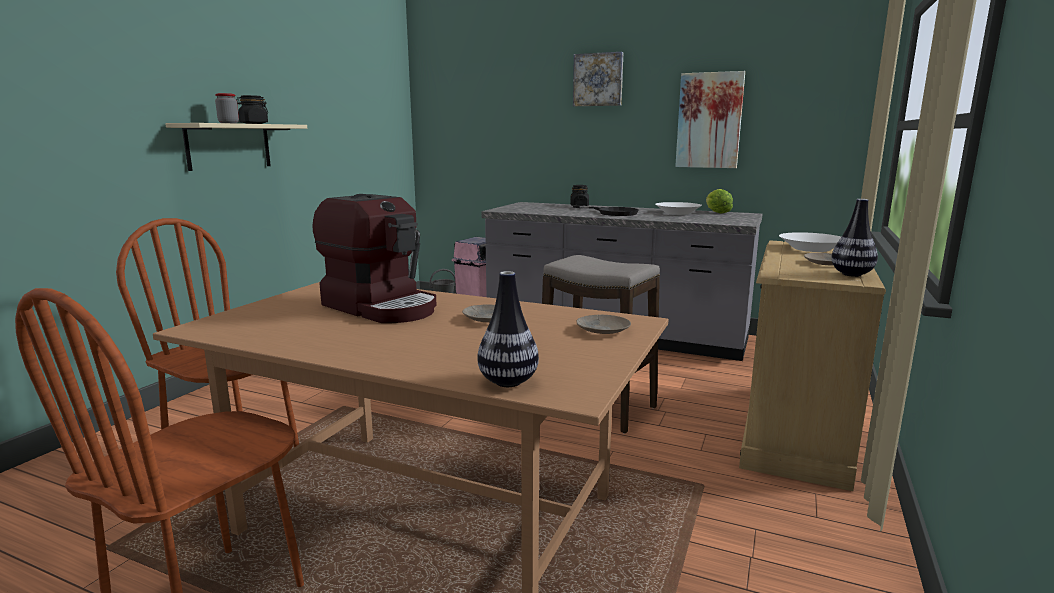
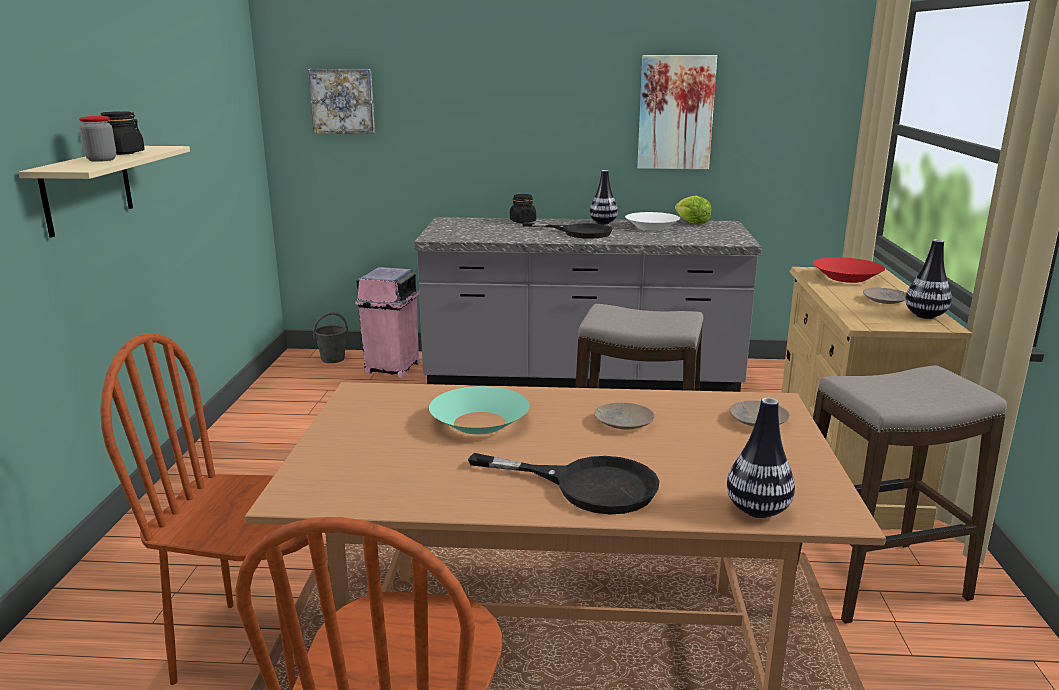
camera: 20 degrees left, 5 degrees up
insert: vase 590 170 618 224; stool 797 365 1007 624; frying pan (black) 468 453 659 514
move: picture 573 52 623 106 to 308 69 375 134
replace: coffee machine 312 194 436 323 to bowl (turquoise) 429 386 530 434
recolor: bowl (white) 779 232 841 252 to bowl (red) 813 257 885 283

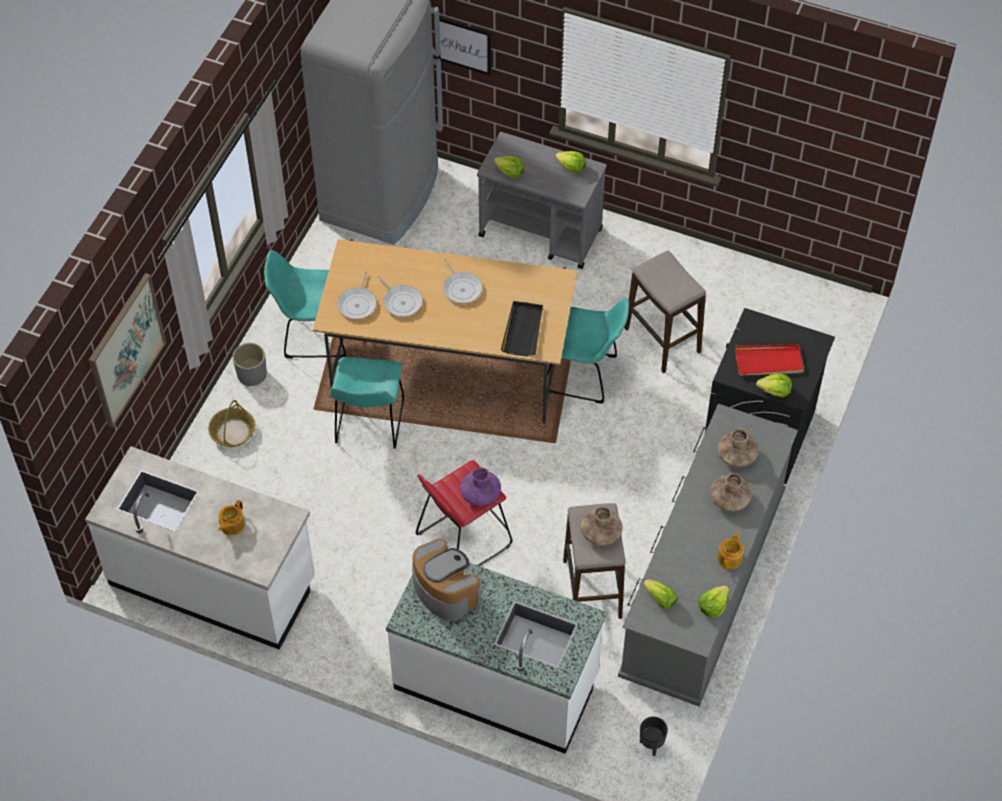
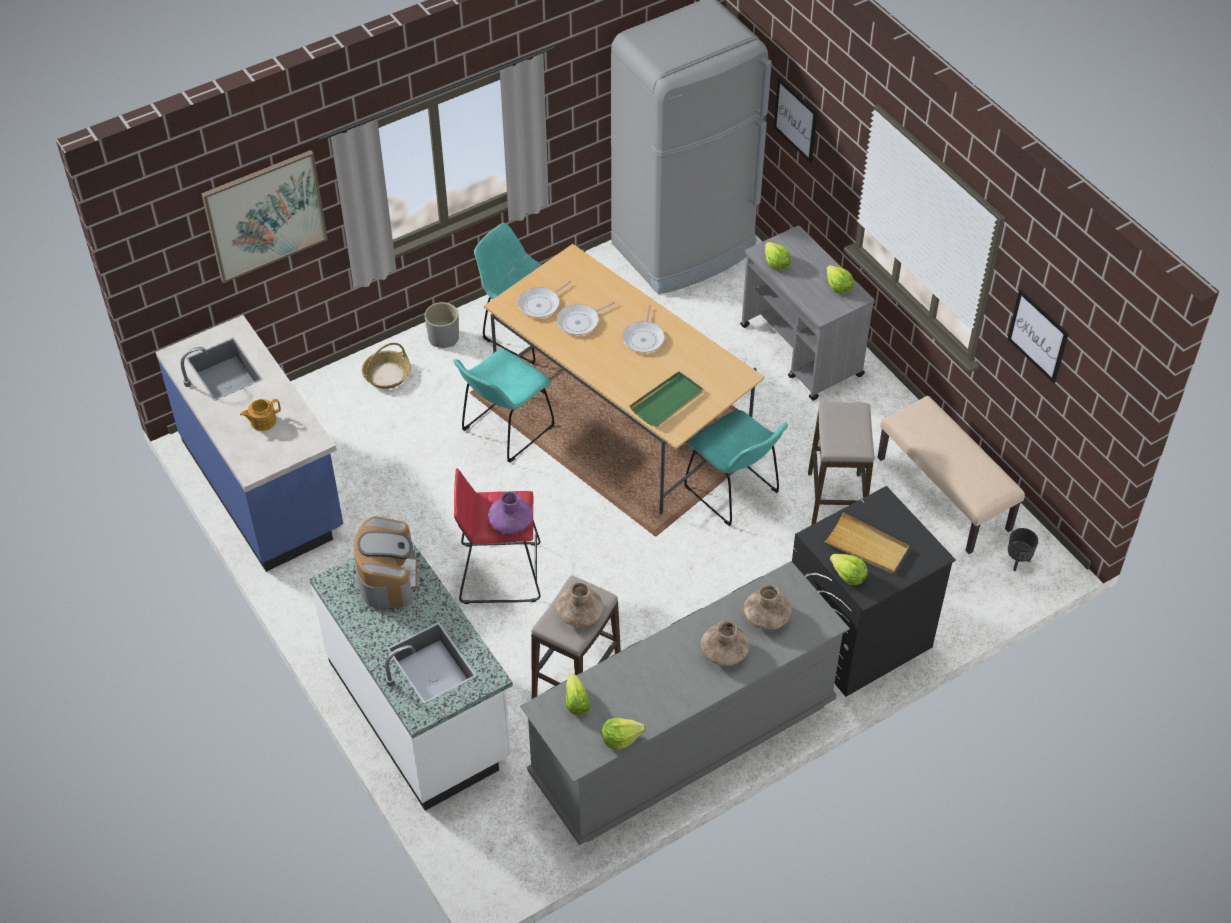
camera: 35 degrees right, 5 degrees down
delete: teapot 717 532 744 569
insert: picture 1007 289 1069 383; bench (beige) 878 396 1025 554
move: planter (black) 640 717 668 756 to 1008 528 1038 571
recolor: tray (black) 501 301 543 356 to tray (green) 629 371 703 427; tray (red) 735 344 804 376 to tray (beige) 824 513 909 574; counter (white) 85 446 315 650 to counter (blue) 156 315 343 572
rotate: frying pan 377 275 423 316 = 557 301 615 335 60 degrees clockwise

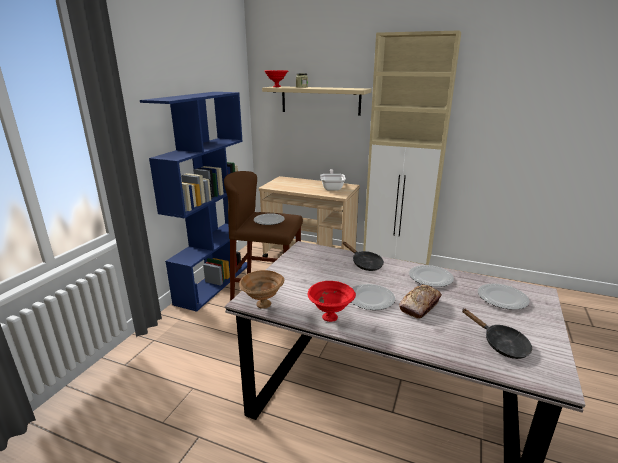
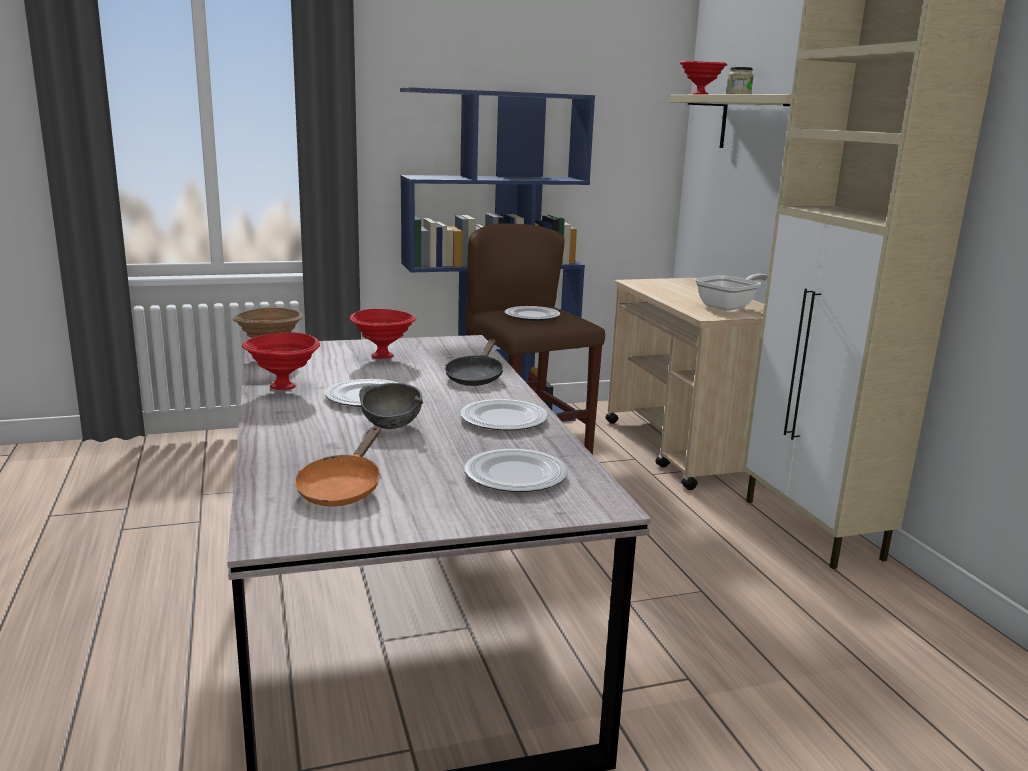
camera: 50 degrees right, 5 degrees down
insert: bowl (red) 350 309 416 359
replace: bread 399 285 442 319 to bowl (grey) 359 383 423 429
recolor: frying pan (black) 462 308 532 359 to frying pan (orange) 295 427 380 506

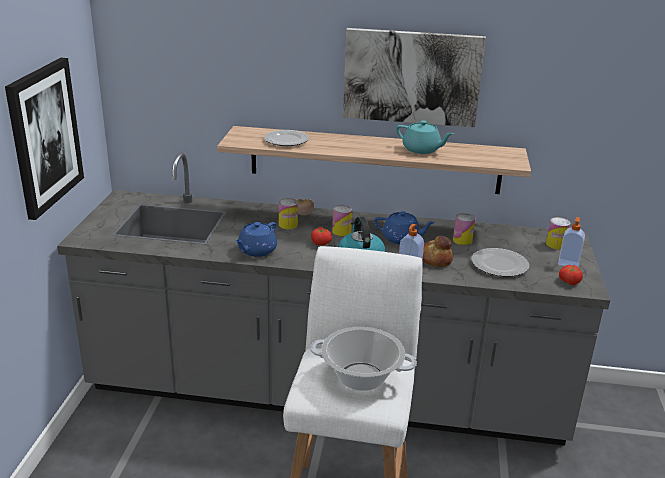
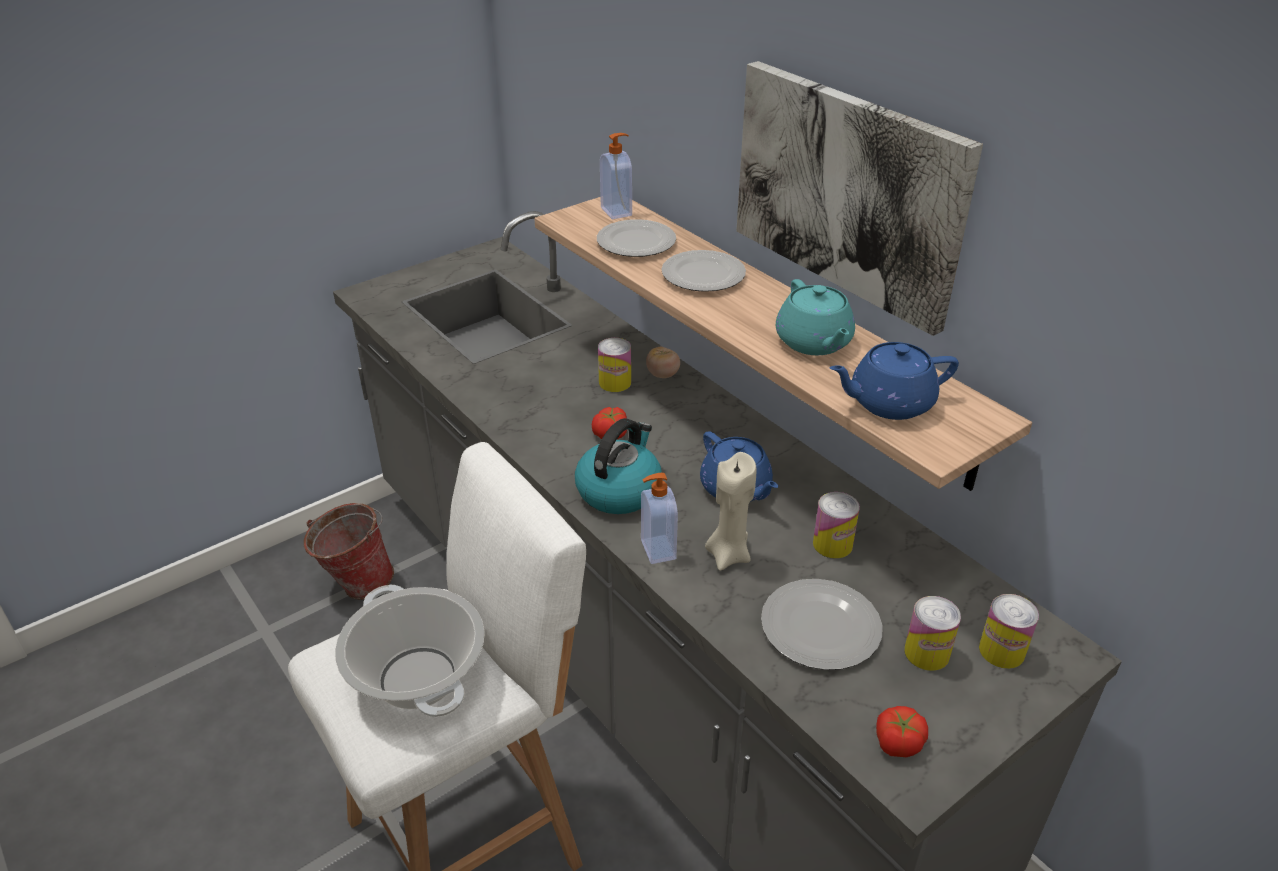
camera: 45 degrees right, 10 degrees up
delete: picture 5 58 84 220
insert: plate 661 250 746 292; bucket 304 503 394 600
move: can 332 205 352 236 to 904 596 961 671; soap dispenser 558 217 585 267 to 600 133 632 219; teapot (blue) 235 222 277 257 to 829 342 959 420
replace: bread 422 236 453 267 to candle (beige) 705 452 756 571

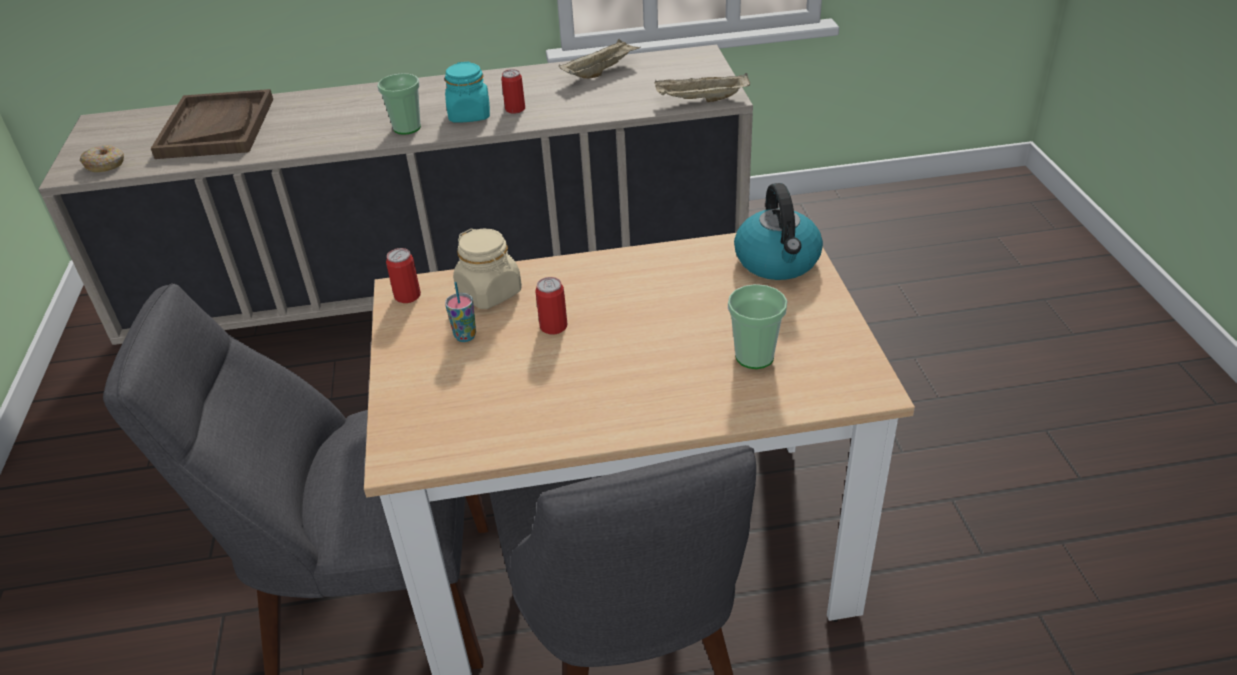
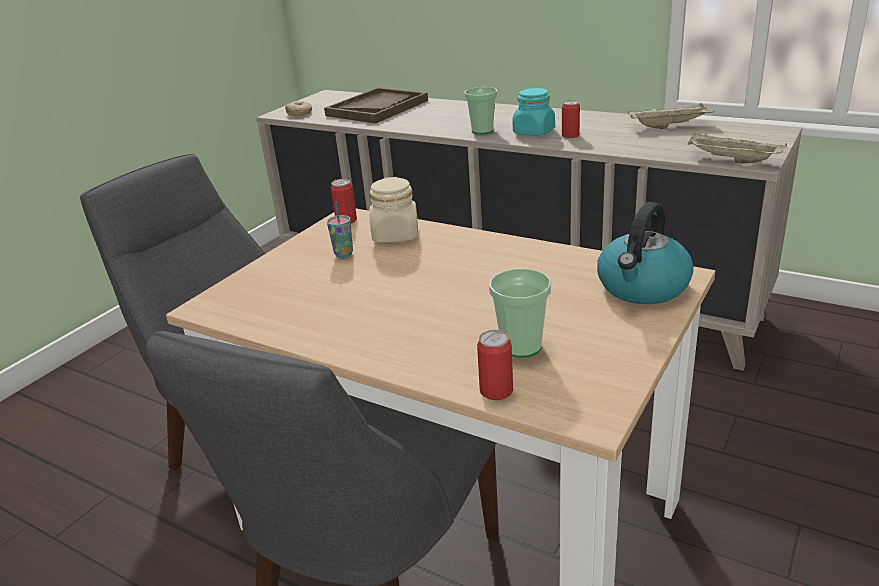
camera: 40 degrees right, 10 degrees down
move: can 535 277 567 334 to 477 330 513 400

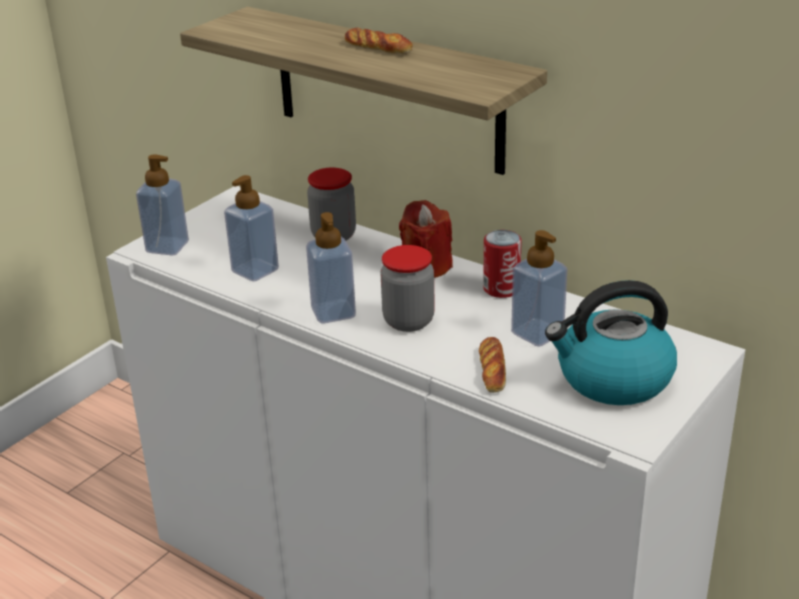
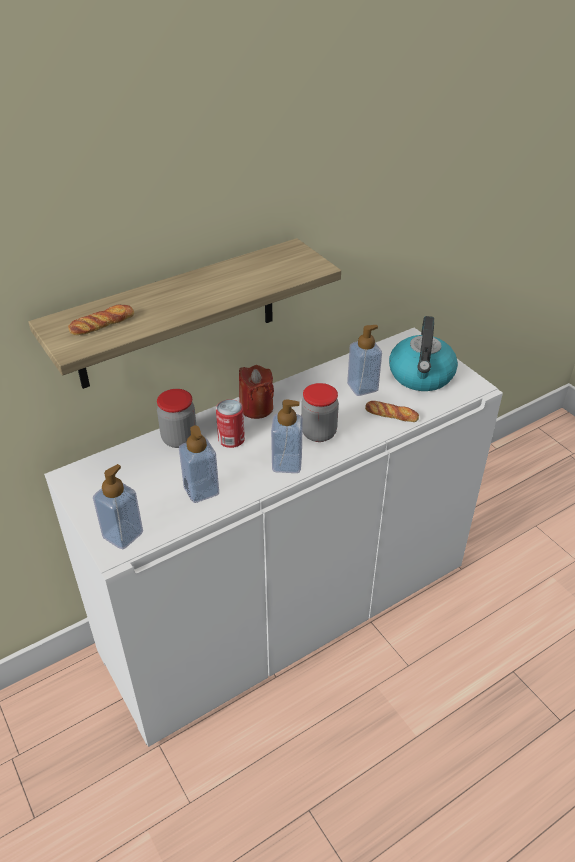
camera: 70 degrees left, 10 degrees up
move: bread 345 28 413 54 to 68 305 134 335; can 483 230 522 298 to 216 399 245 448

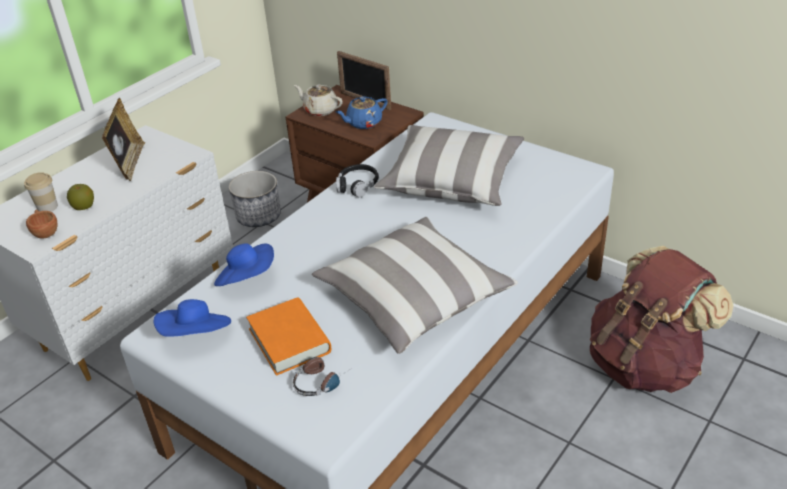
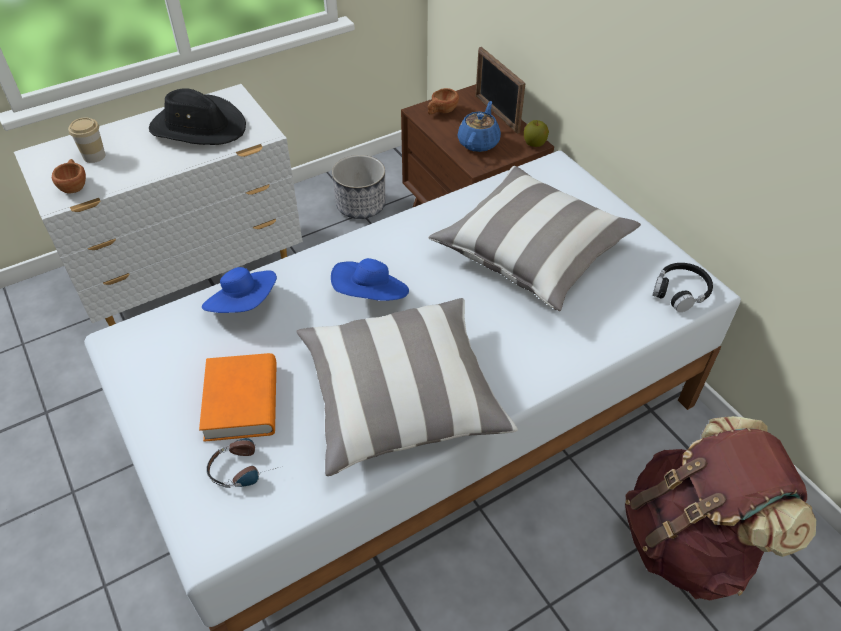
camera: 20 degrees right, 10 degrees up
move: headphones (black) 336 164 379 198 to 652 263 713 312; apple 67 184 94 210 to 524 120 549 147; hat (blue) 154 299 231 337 to 331 258 409 301
replace: teapot (beige) 294 85 343 116 to cup (brown) 428 88 459 115; picture frame 102 98 145 181 to hat (black) 149 88 246 145
rotate: teapot (blue) 336 96 388 129 = 457 101 501 152 120 degrees clockwise

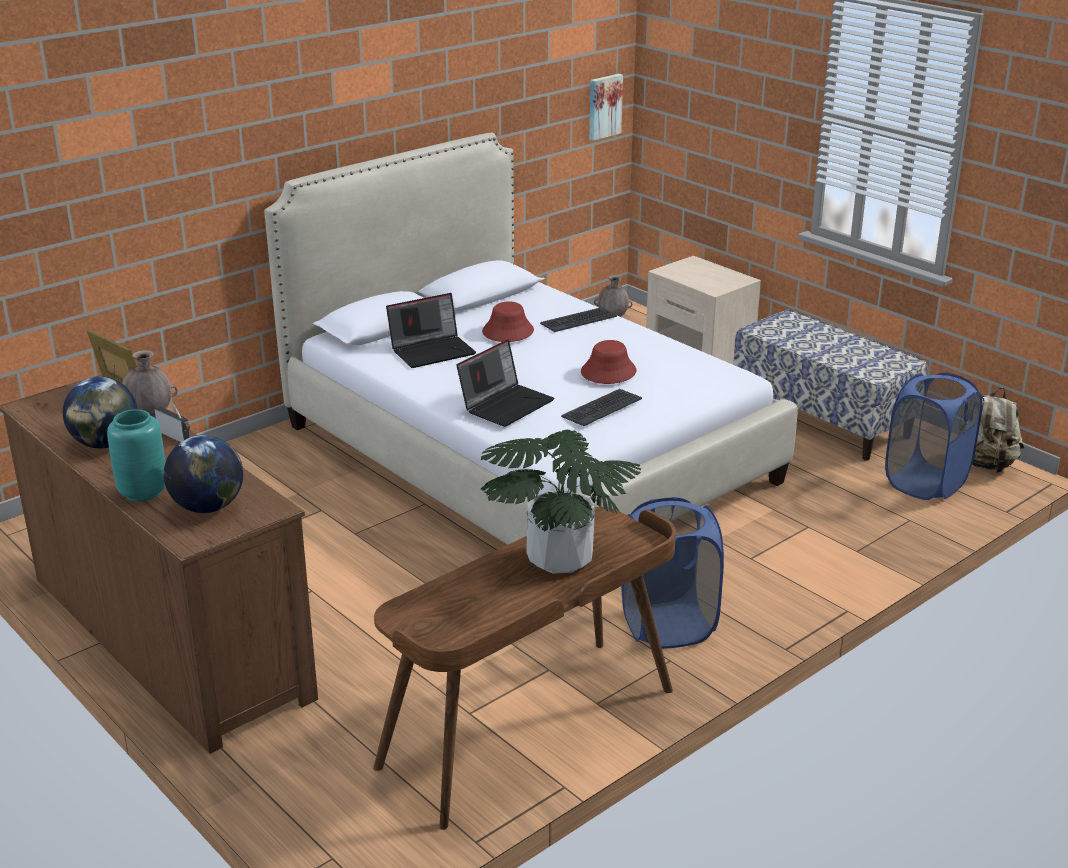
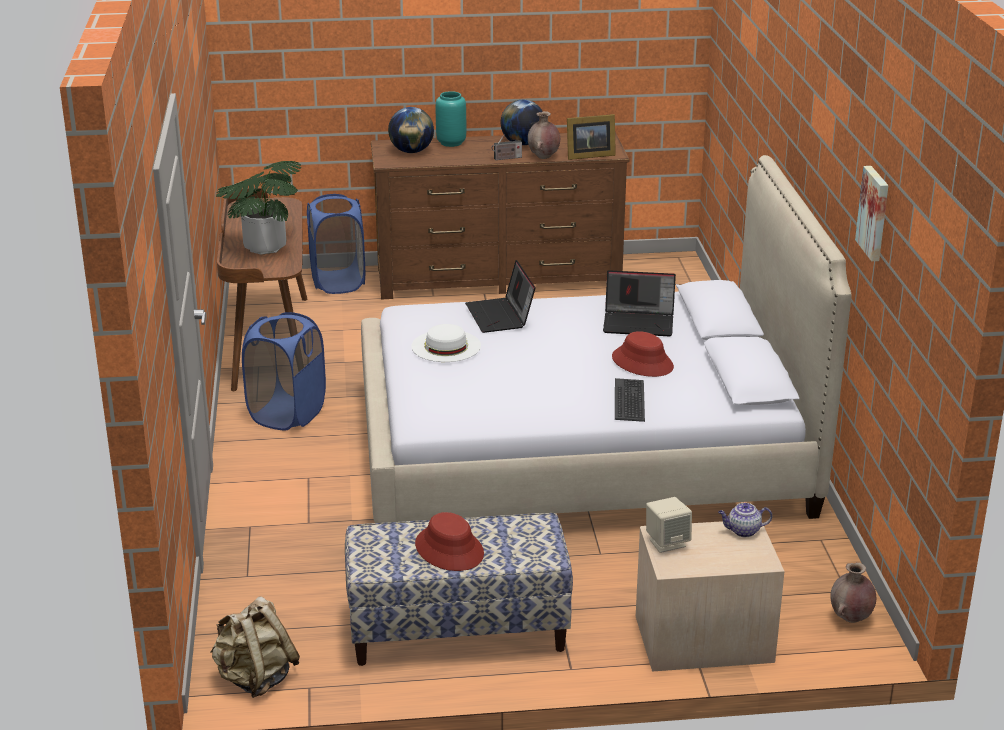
camera: 125 degrees right, 0 degrees up
insert: speaker (beige) 646 497 692 553; teapot 718 503 772 537
move: picture 589 74 623 141 to 855 166 889 261; hat (red) 581 340 636 384 to 415 512 484 571; laundry basket (blue) 885 373 982 500 to 307 194 365 294
replace: keyboard 561 389 642 426 to hat (white) 411 324 481 362
rotate: laptop 386 293 476 368 = 603 270 676 336 90 degrees counterclockwise

